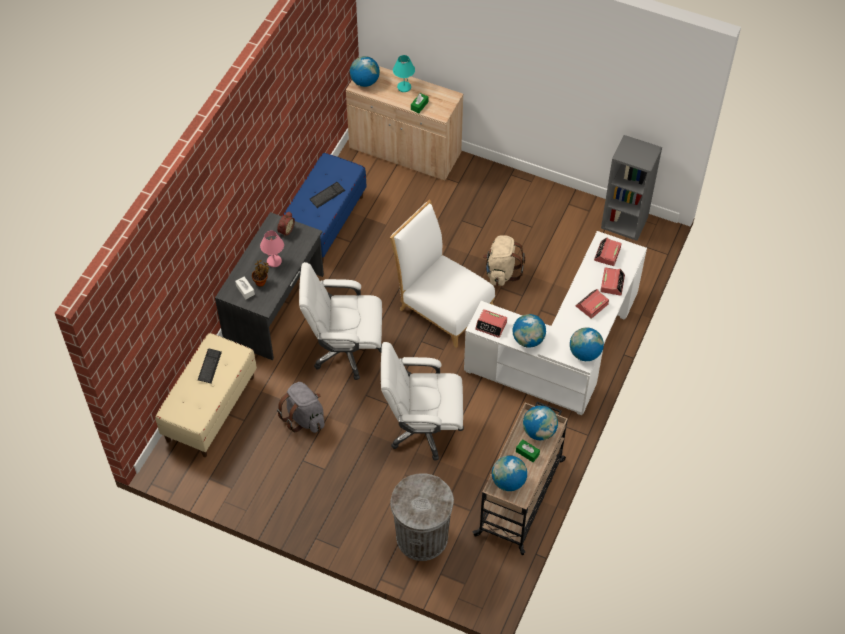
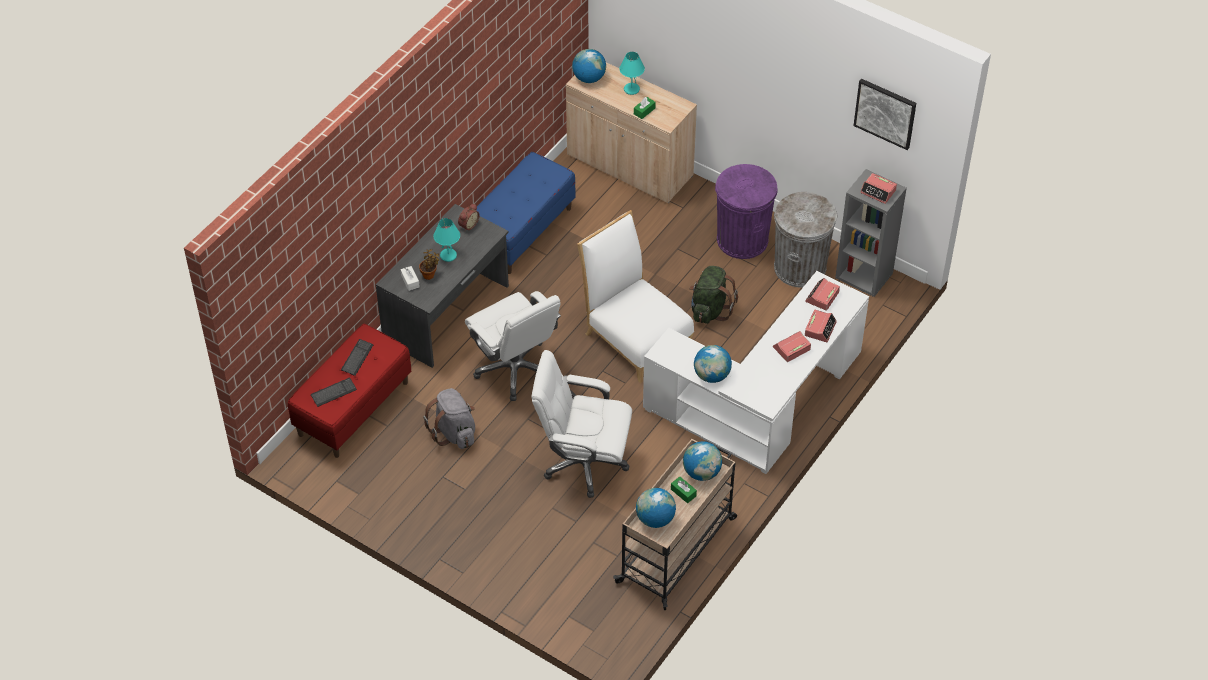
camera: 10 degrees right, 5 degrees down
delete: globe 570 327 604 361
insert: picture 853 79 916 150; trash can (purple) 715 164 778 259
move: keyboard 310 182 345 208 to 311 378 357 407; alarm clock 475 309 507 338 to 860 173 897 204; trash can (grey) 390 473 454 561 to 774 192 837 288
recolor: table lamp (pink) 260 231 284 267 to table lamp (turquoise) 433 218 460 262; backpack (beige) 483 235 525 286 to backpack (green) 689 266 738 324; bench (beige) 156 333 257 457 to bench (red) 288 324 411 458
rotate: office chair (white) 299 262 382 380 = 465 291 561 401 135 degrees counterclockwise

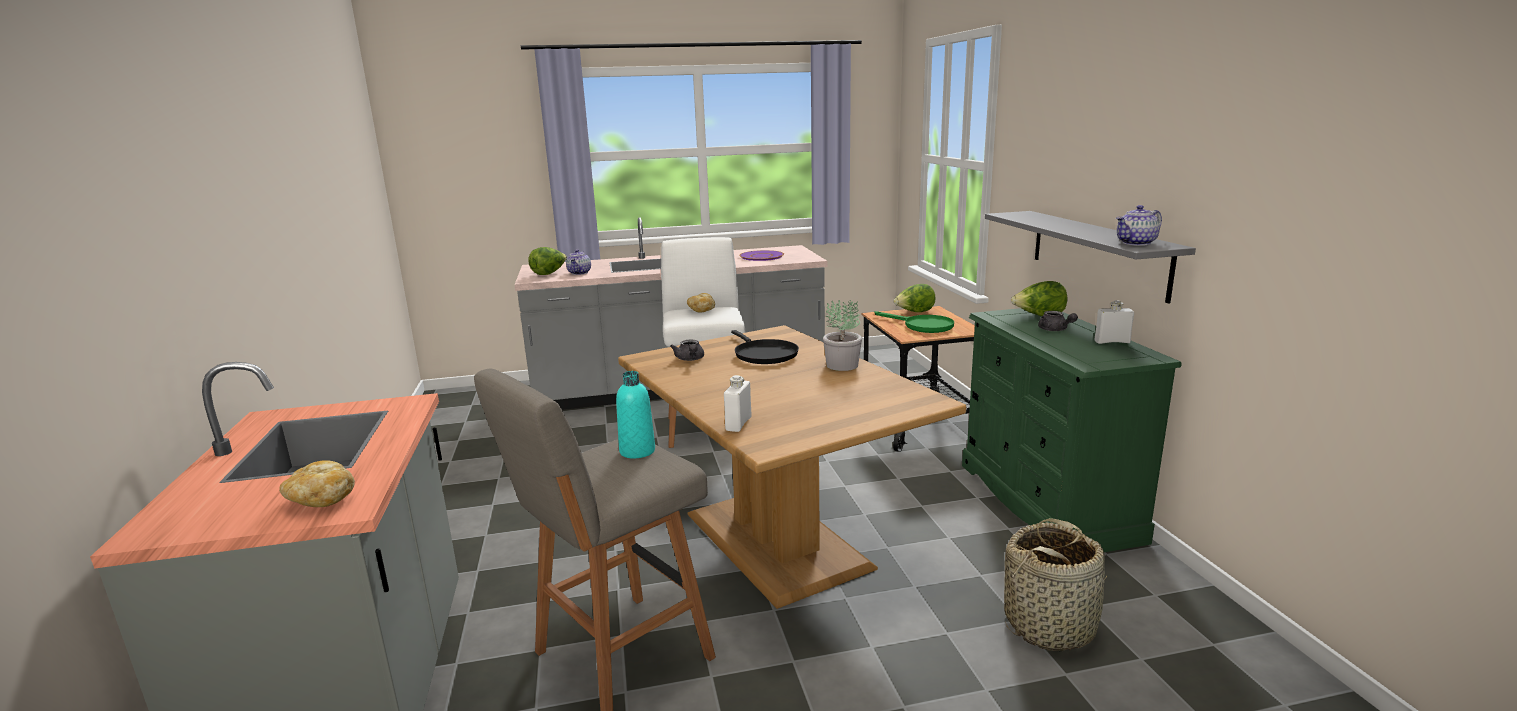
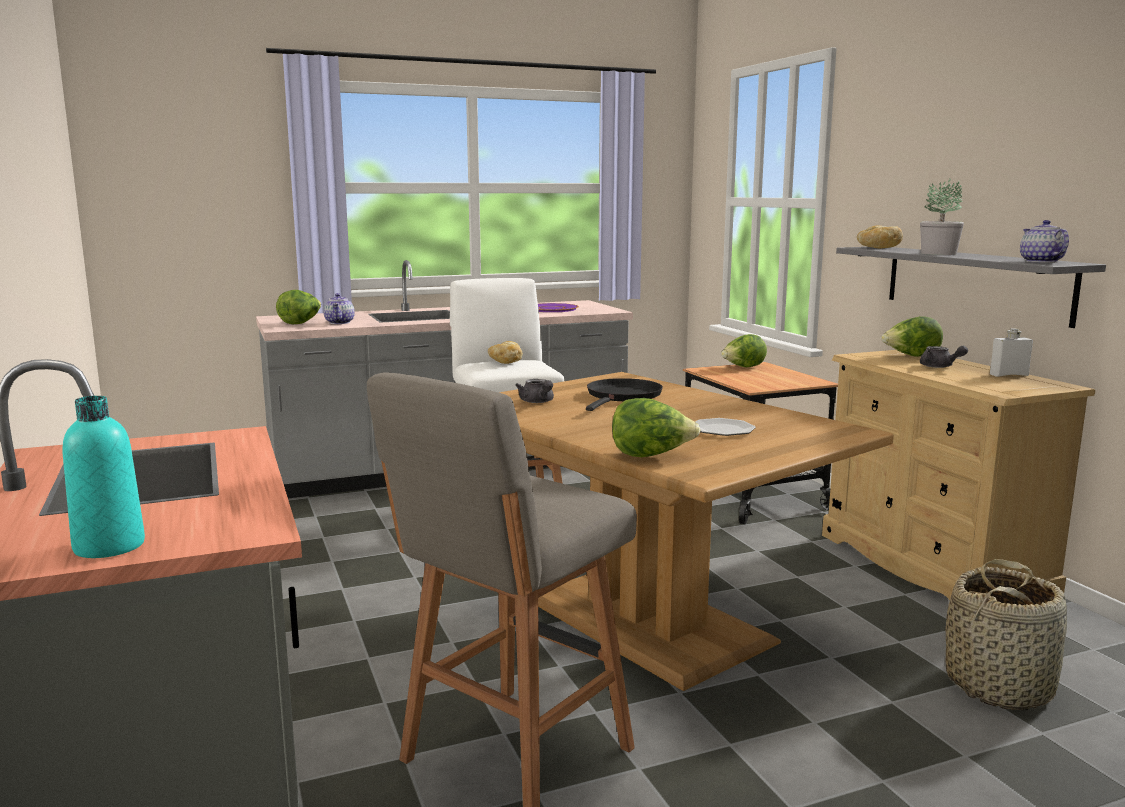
camera: 10 degrees left, 5 degrees down
delete: frying pan (green) 875 311 954 333
insert: plate 695 418 756 436
move: potted plant 823 300 862 371 to 920 179 964 255; bottle (turquoise) 616 371 655 458 to 63 396 145 558; bread 279 460 355 507 to 857 225 903 248
replace: bottle (white) 724 375 752 432 to lettuce 612 398 701 457
recolor: dresser (green) 962 308 1182 552 to dresser (beige) 822 350 1095 600
rotate: teapot 1116 205 1162 246 = 1020 220 1069 263 120 degrees clockwise; frying pan (black) 731 330 799 364 = 586 378 663 411 120 degrees counterclockwise

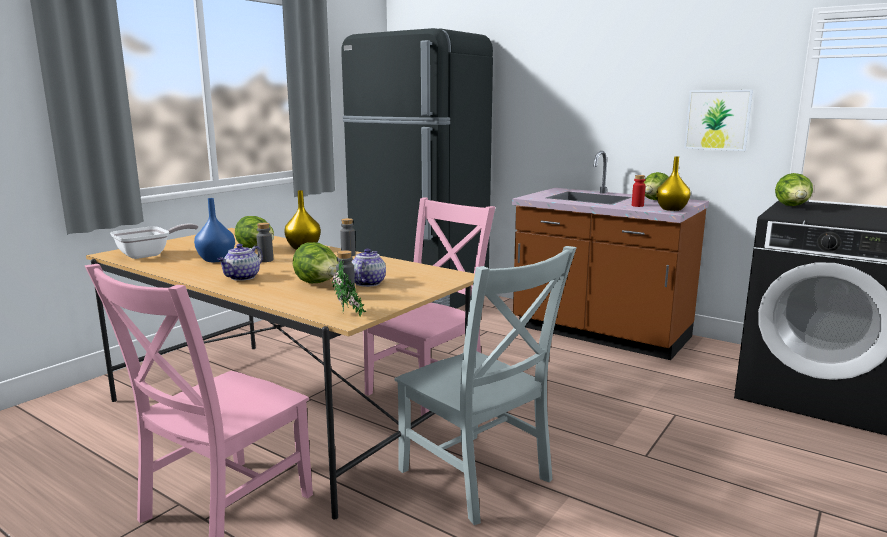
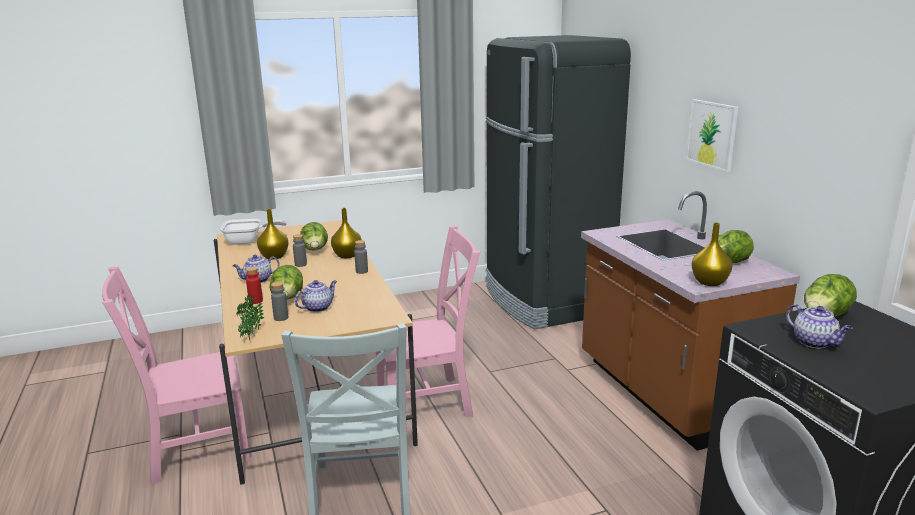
camera: 35 degrees right, 5 degrees up
insert: teapot 786 304 852 348
move: picture 684 90 753 151 to 686 99 738 172; bottle (red) 632 175 646 207 to 246 267 263 304
recolor: vase (blue) 194 198 235 262 to vase (yellow) 257 209 289 260

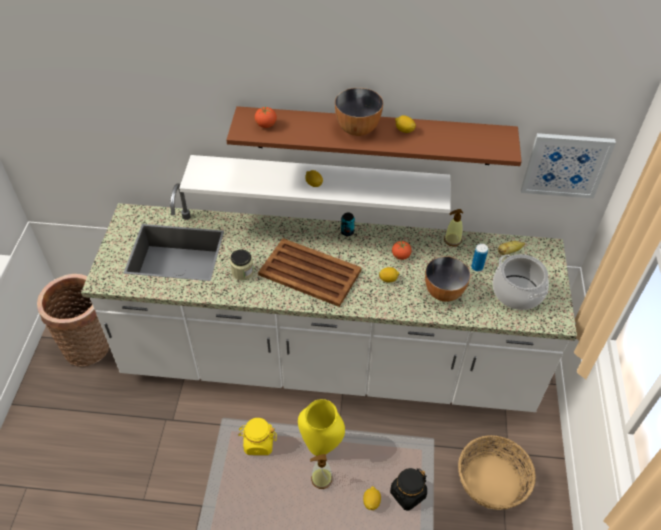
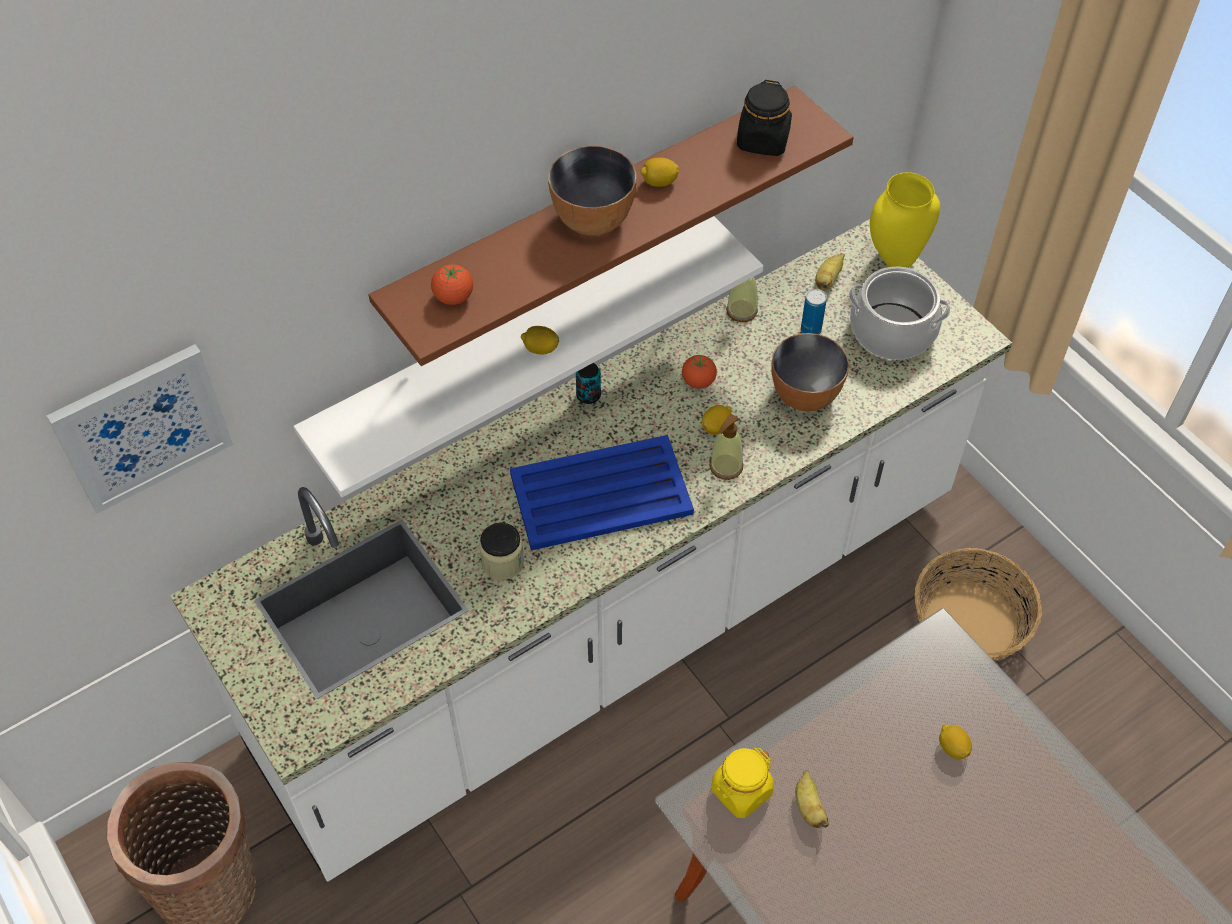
camera: 40 degrees left, 5 degrees up
insert: banana 795 770 829 828
move: picture 521 133 616 198 to 46 344 233 514; vase (yellow) 298 399 345 456 to 870 172 940 268; soap dispenser 310 454 332 489 to 709 414 743 480; jar (black) 390 468 427 511 to 737 80 792 156
recolor: tray (brown) 258 238 362 307 to tray (blue) 510 435 694 551

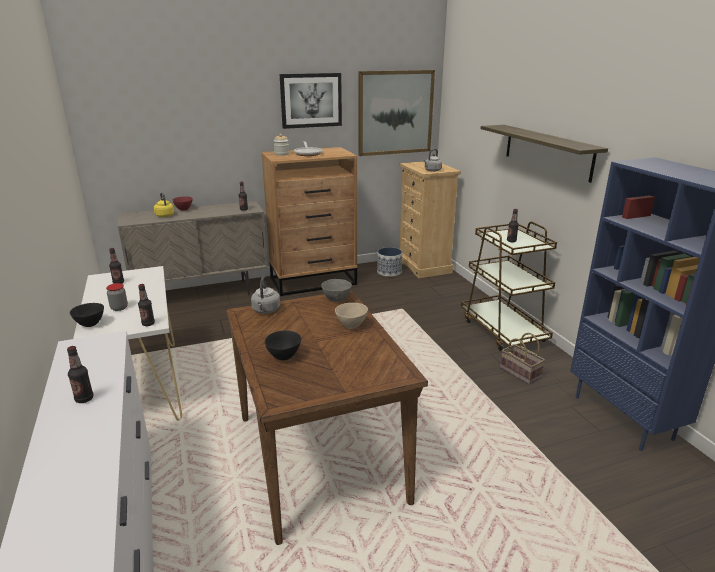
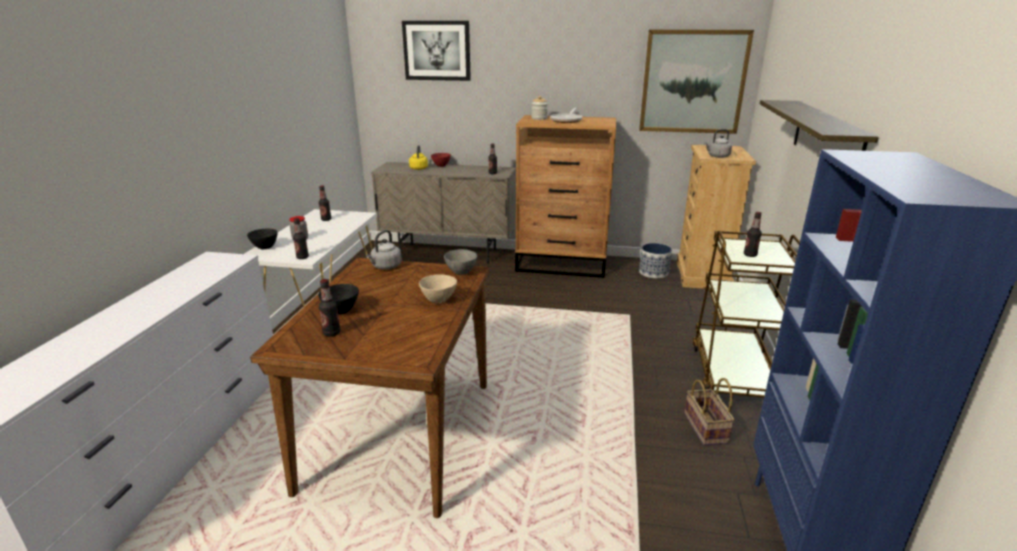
camera: 30 degrees right, 0 degrees up
move: picture 279 73 342 129 to 402 21 471 81; bottle 67 346 94 403 to 319 279 340 337

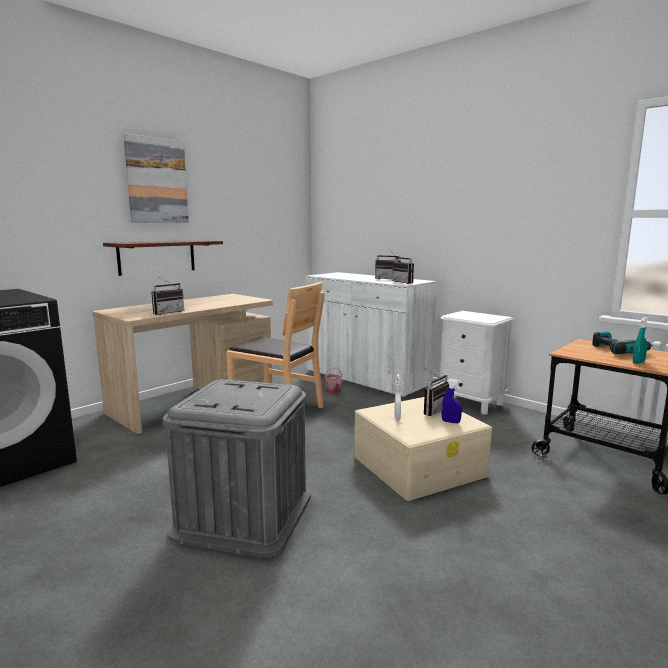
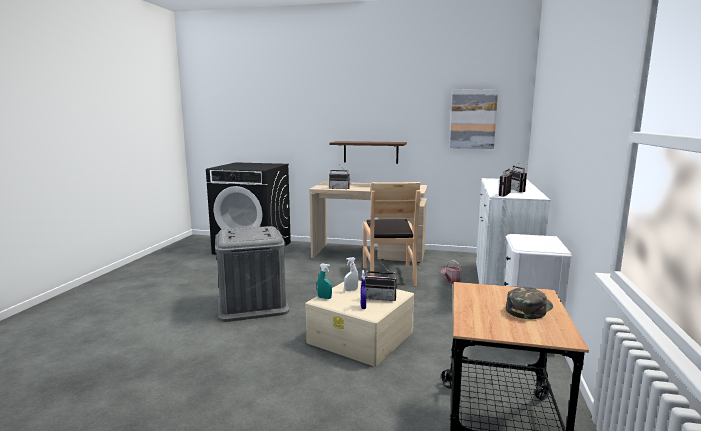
camera: 60 degrees right, 0 degrees up
move: picture 123 134 189 223 to 450 89 498 149; spray bottle (turquoise) 633 317 649 364 to 317 263 332 299
replace: power drill 592 331 653 354 to cap (green) 506 287 553 319

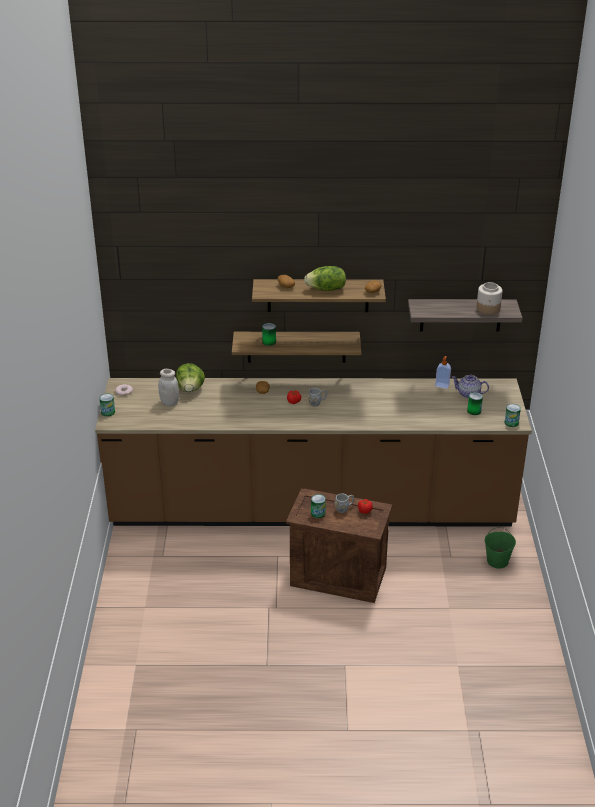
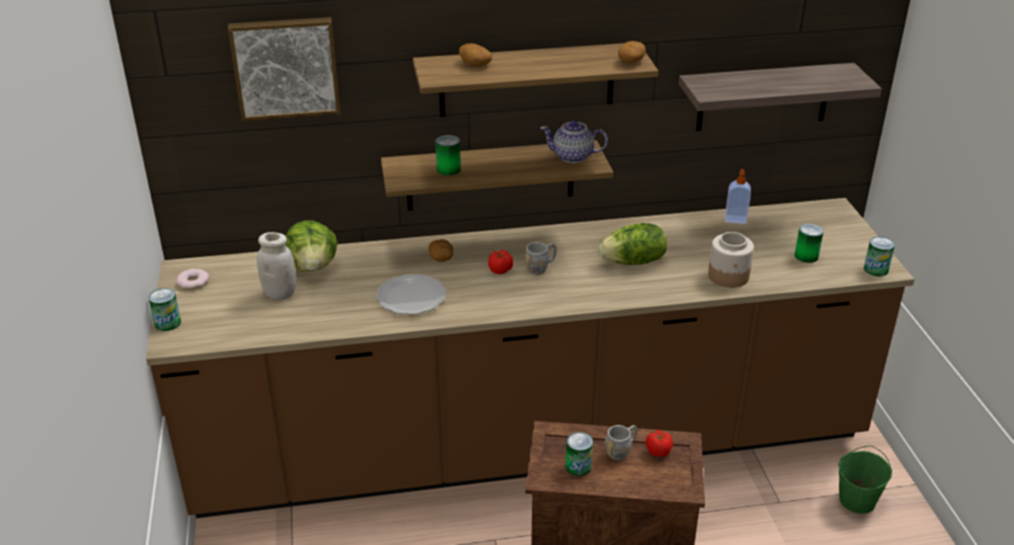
camera: 10 degrees left, 0 degrees up
insert: picture 228 17 340 121; plate 376 274 446 315
move: lettuce 304 266 346 291 to 598 223 667 265; jar 477 282 502 314 to 708 232 754 288; teapot 452 375 489 398 to 540 120 608 163

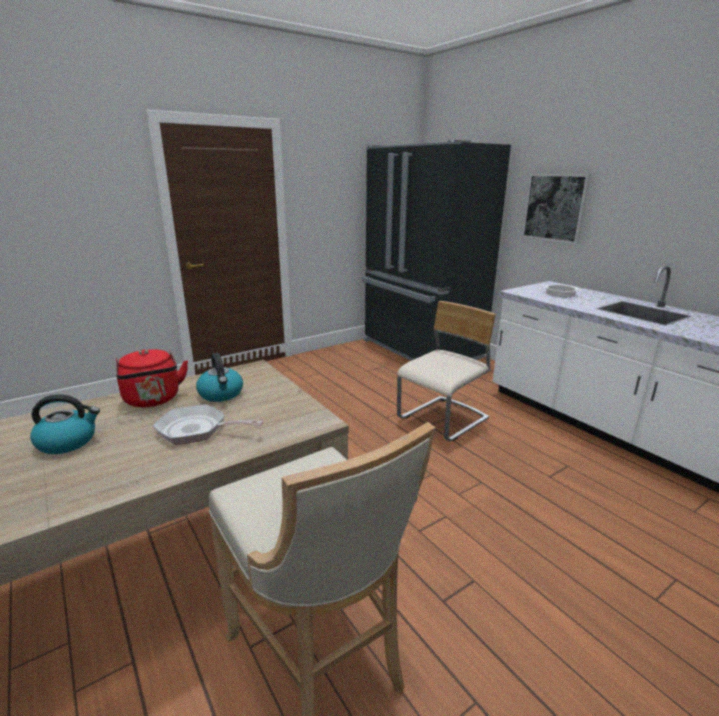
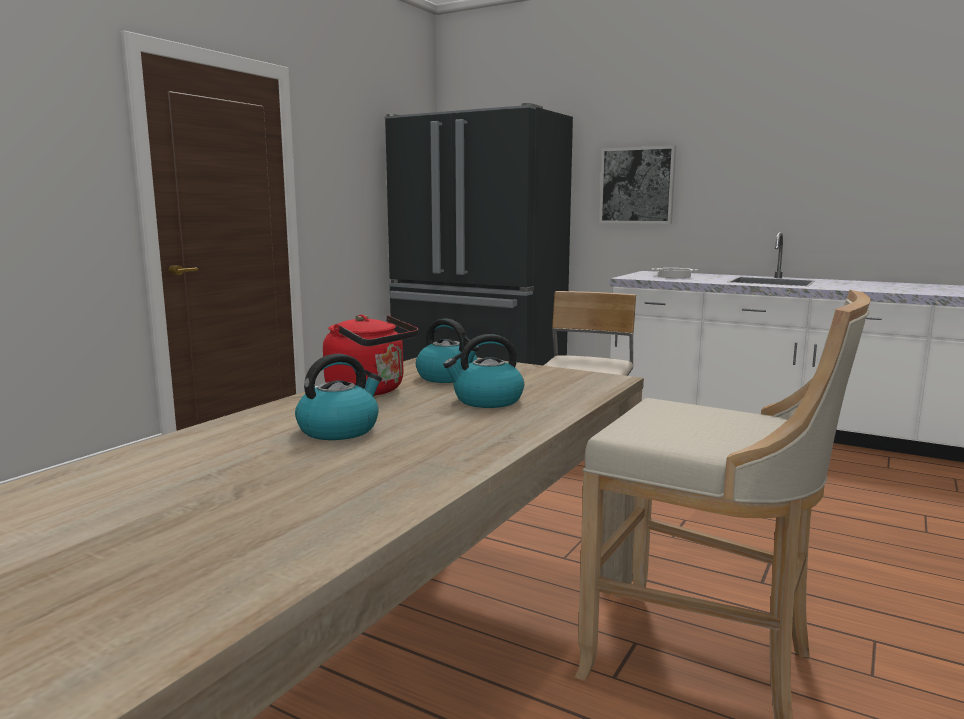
camera: 25 degrees left, 10 degrees down
replace: frying pan 153 404 263 445 to kettle 443 334 524 408

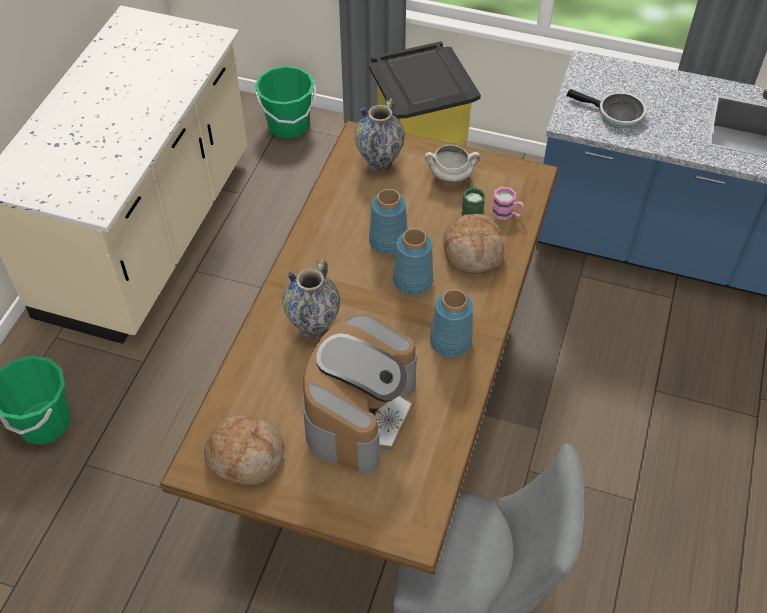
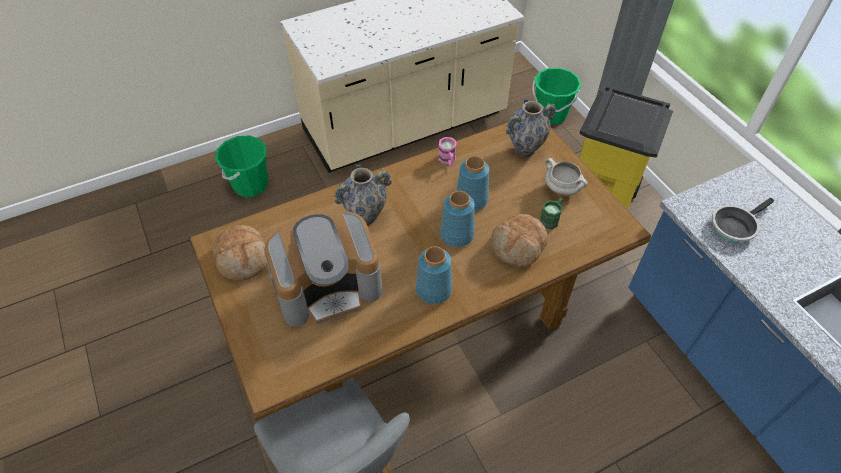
camera: 45 degrees right, 0 degrees up
move: mug (pink) 492 187 524 220 to 438 137 457 166
rotate: frying pan 566 89 646 128 = 712 198 774 243 75 degrees clockwise

